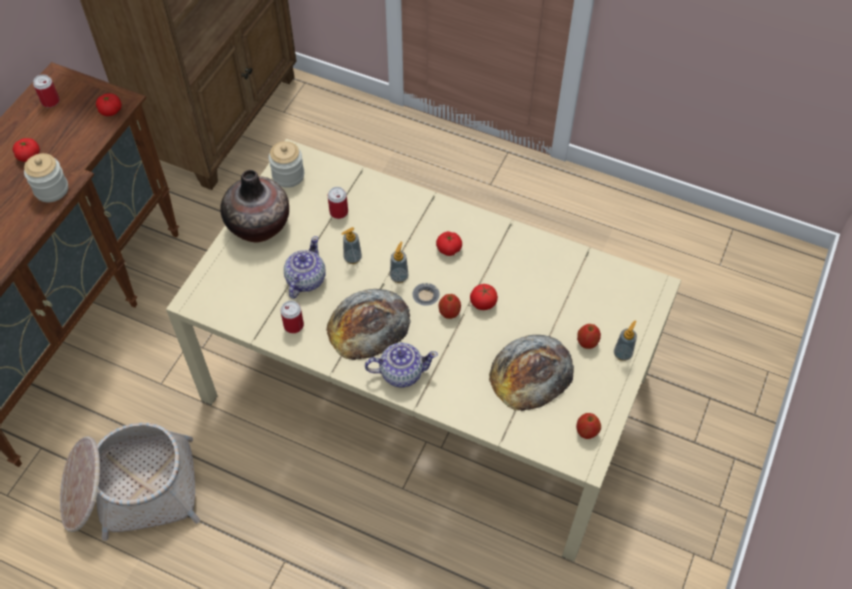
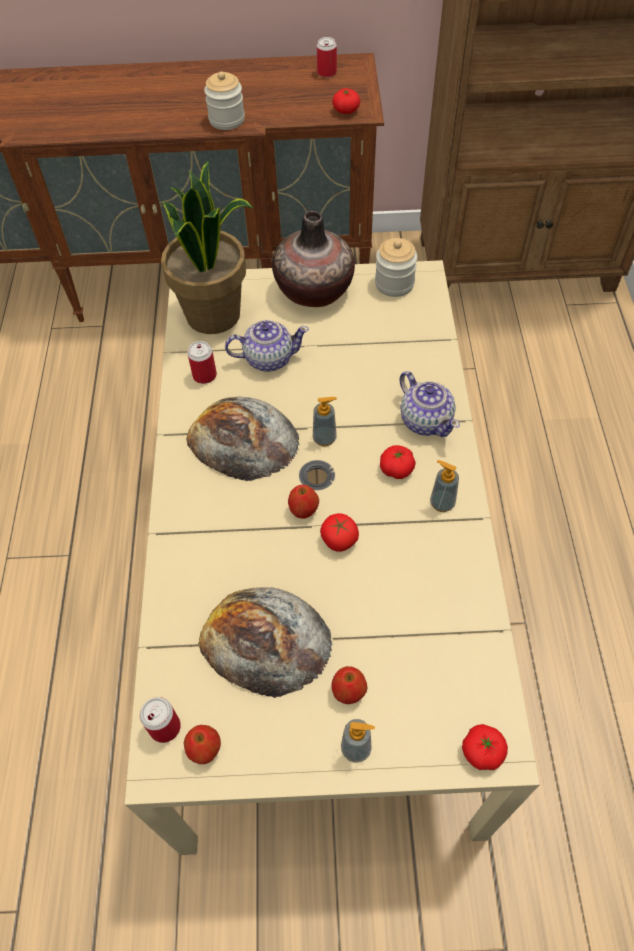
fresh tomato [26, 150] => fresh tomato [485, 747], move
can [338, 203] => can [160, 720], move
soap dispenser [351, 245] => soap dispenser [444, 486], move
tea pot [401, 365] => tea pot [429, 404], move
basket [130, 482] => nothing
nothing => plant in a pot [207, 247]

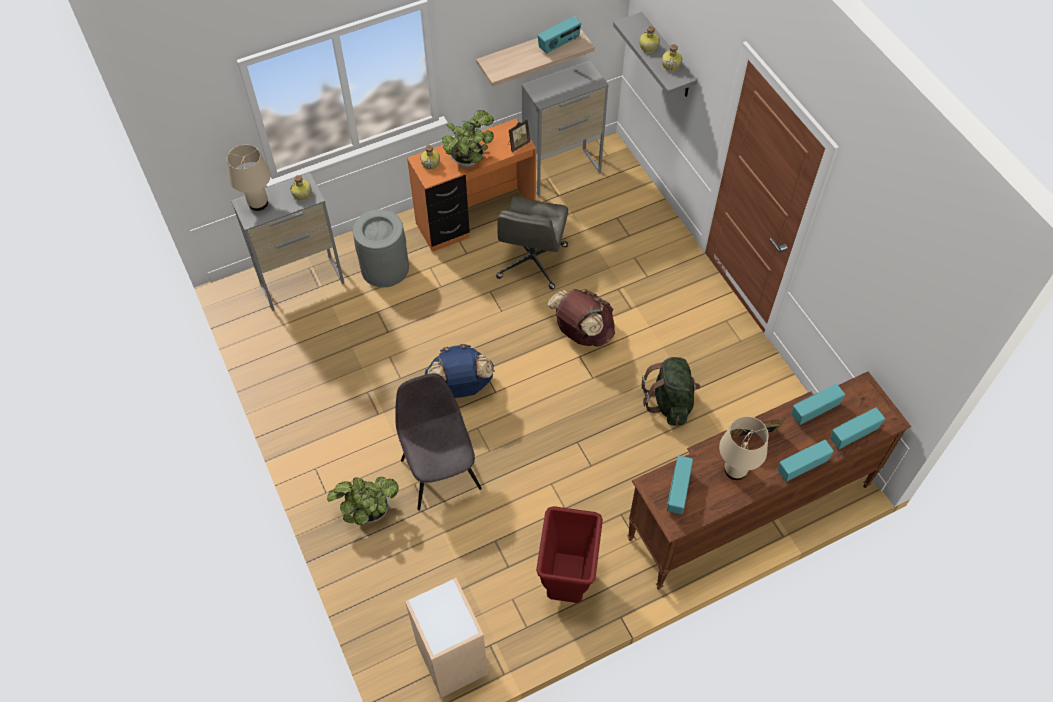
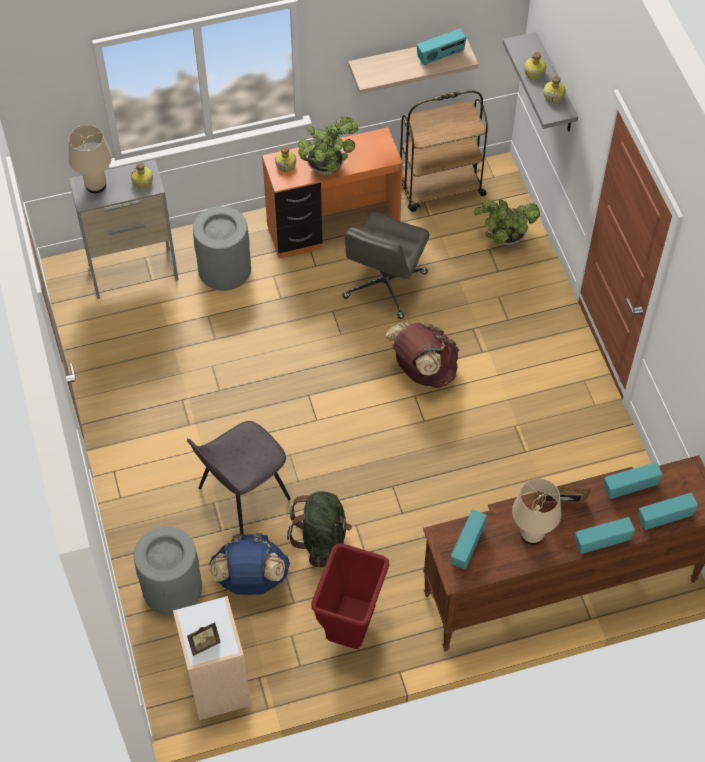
cupboard (gray) [565, 128] => cart (brown) [444, 151]
photo frame [519, 135] => photo frame [204, 638], move
rucksack (blue) [459, 371] => rucksack (blue) [249, 564], move
rucksack (green-coloured) [671, 391] => rucksack (green-coloured) [319, 529], move
upright chair (gray) [438, 441] => upright chair (gray) [239, 478], 120 degrees counterclockwise
plant in a pot [362, 501] => plant in a pot [507, 222], move
nothing => trash can (gray) [168, 570]

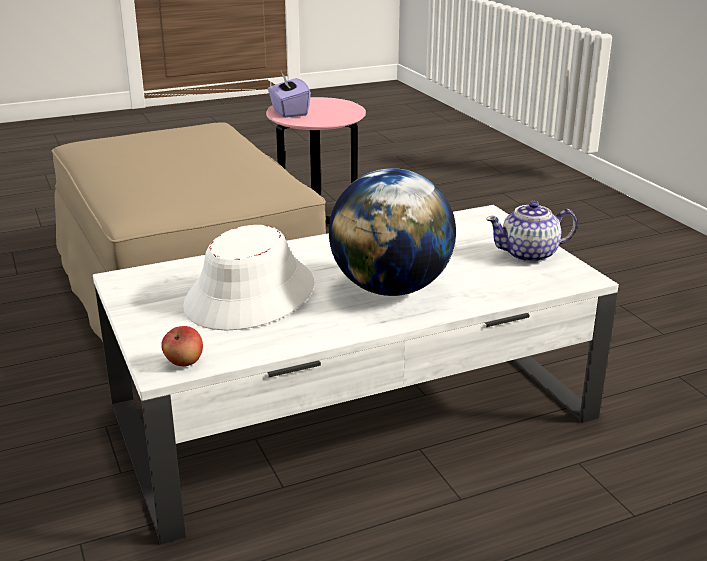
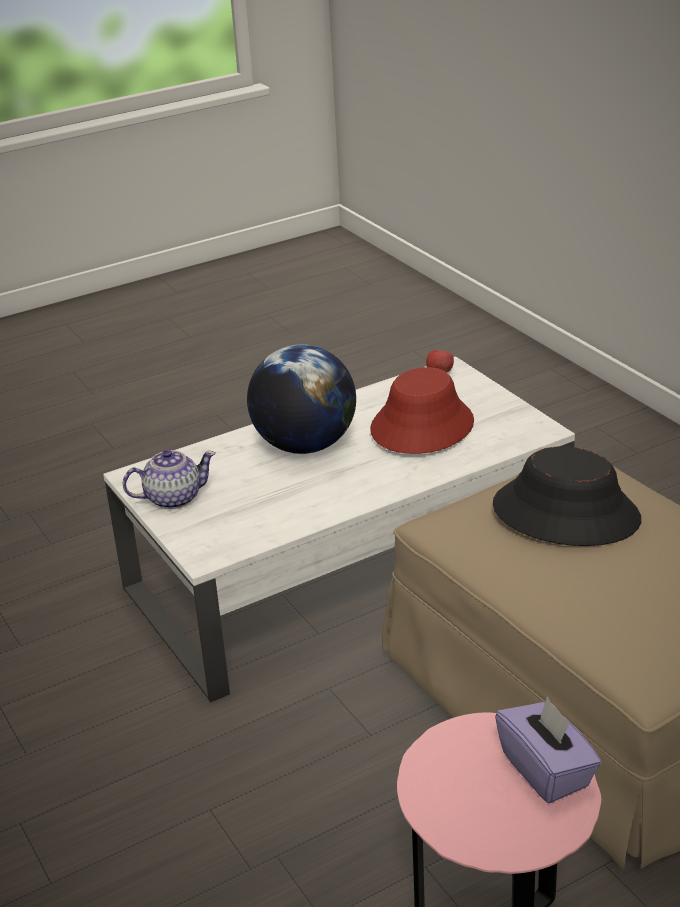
hat (white) [248, 277] => hat (reddish) [422, 410]
nothing => hat (black-coloured) [567, 496]

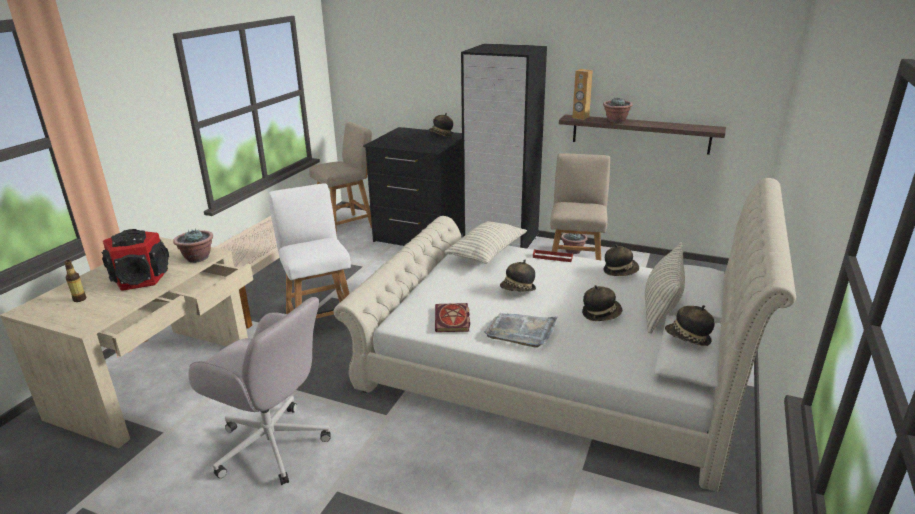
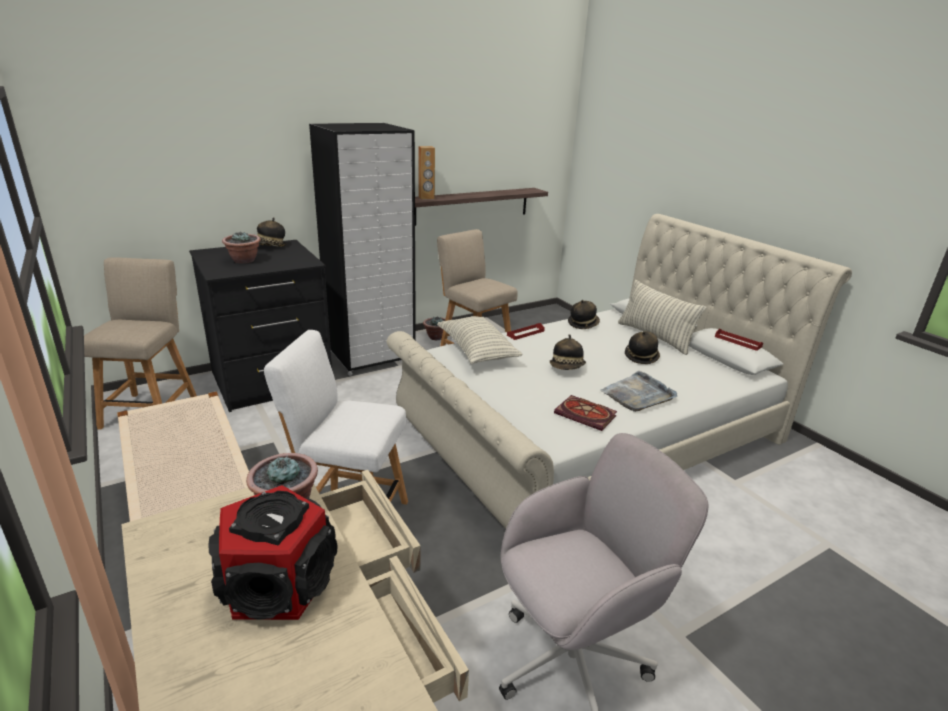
plant in a pot [618, 110] => plant in a pot [241, 248], move
bottle [75, 281] => nothing
hat [689, 325] => tray (reddish) [739, 339]

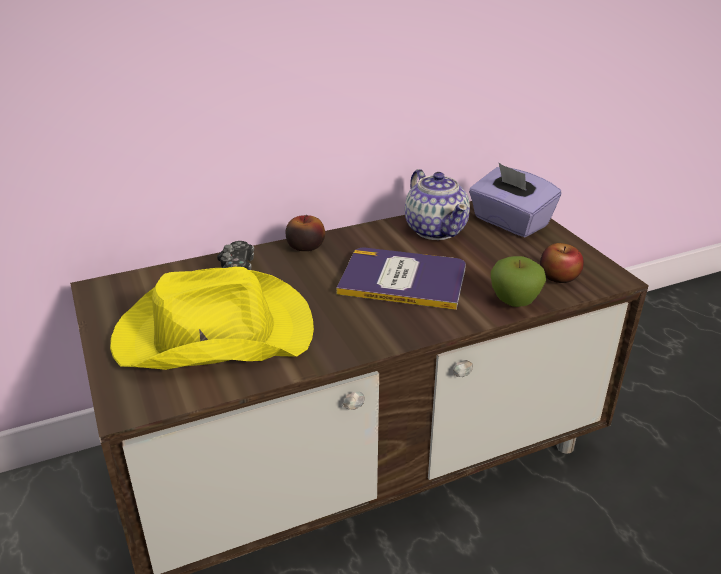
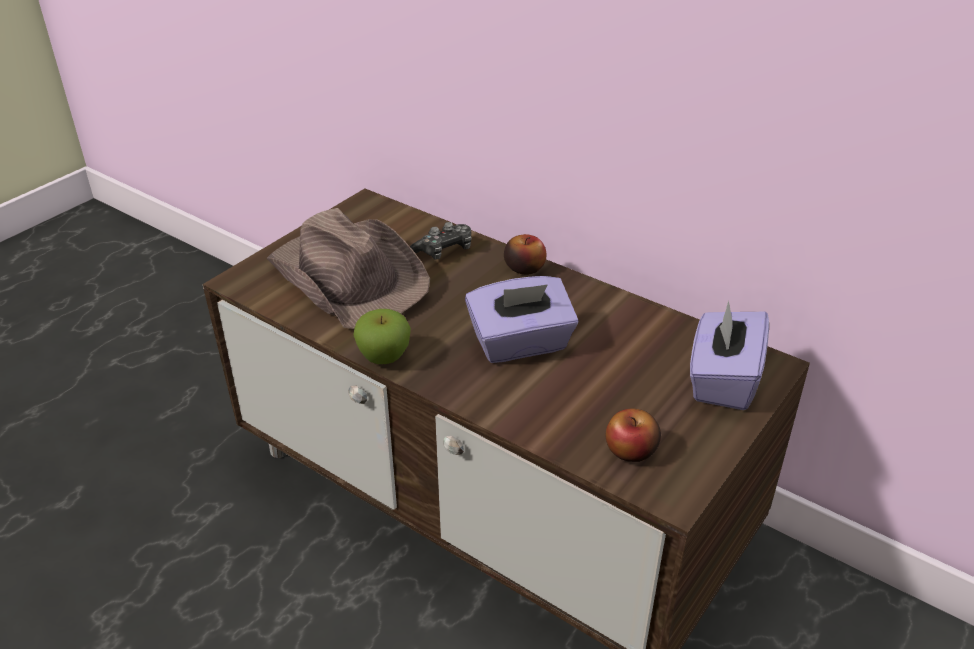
tea pot [437, 204] => nothing
volume [401, 279] => tissue holder (purplish) [521, 319]
apple fruit [518, 281] => apple fruit [382, 336], move
hat (yellow) [212, 318] => hat (brown) [348, 268]

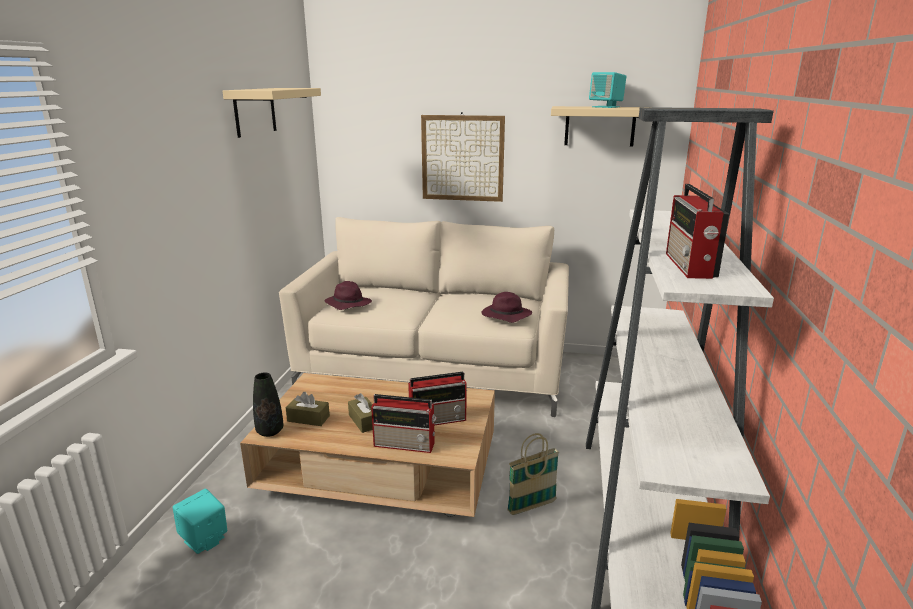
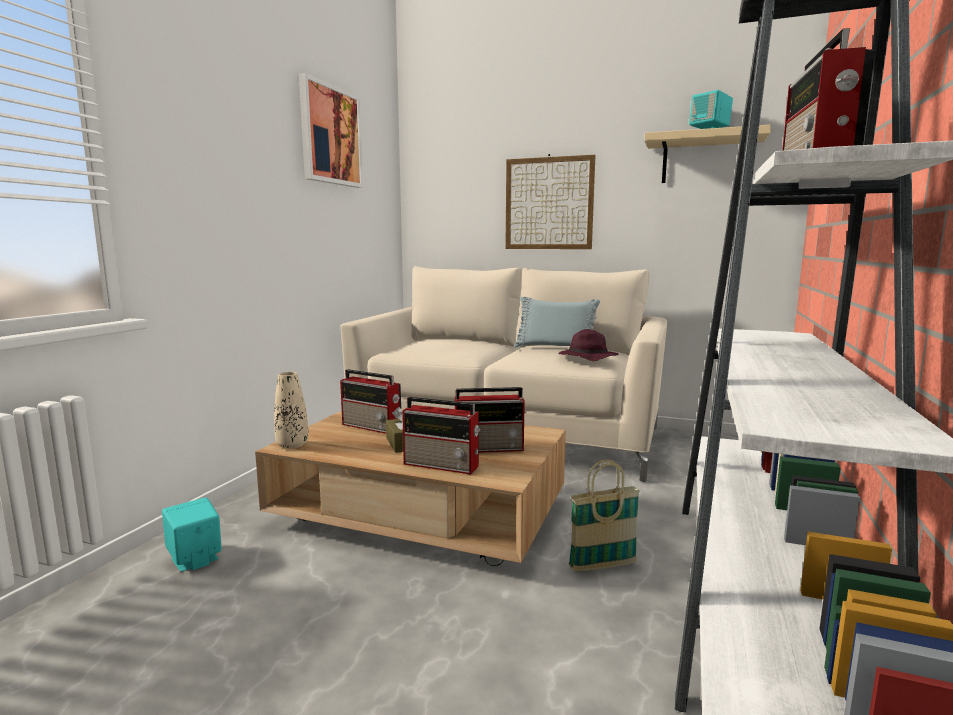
shelf (beige-coloured) [271, 113] => picture [331, 130]
hat (purplish) [348, 295] => nothing
decorative vase (black-coloured) [268, 404] => decorative vase (beige-coloured) [291, 410]
tissue holder (brown) [308, 409] => nothing
nothing => throw pillow (blue) [557, 322]
nothing => radio set [370, 401]

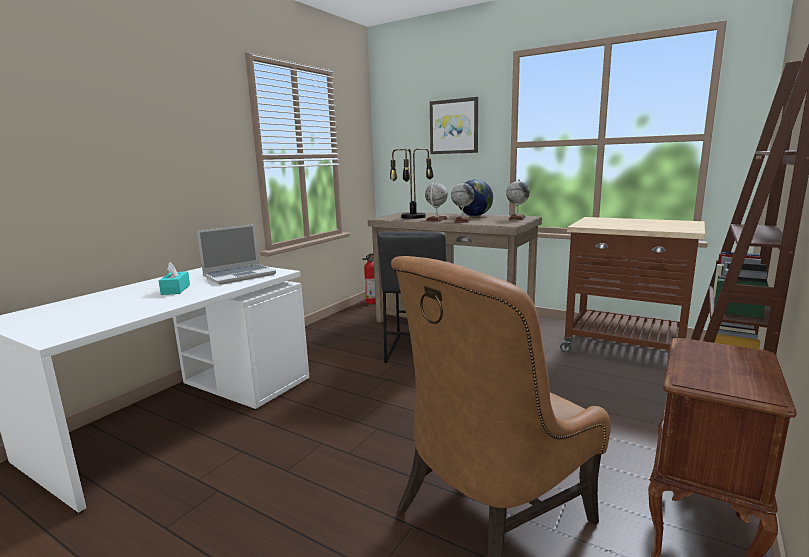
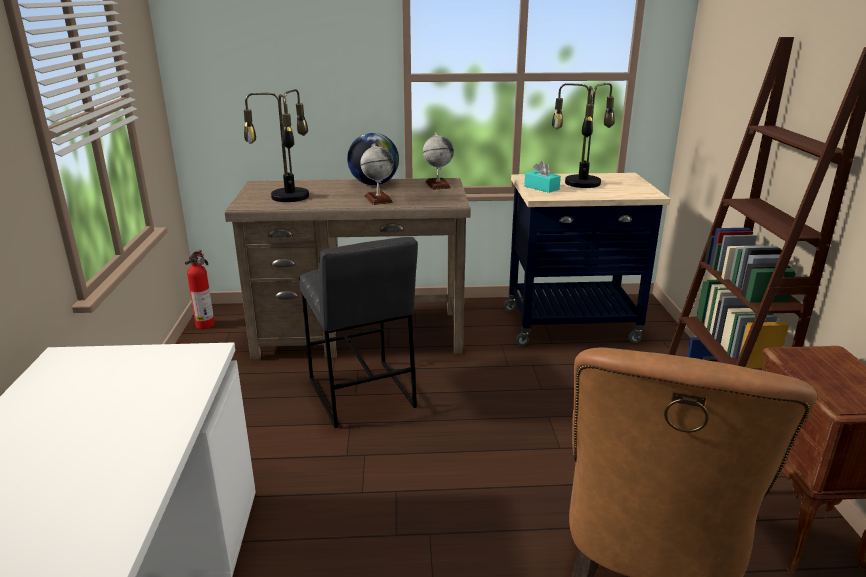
picture [454, 125] => nothing
desk globe [436, 201] => nothing
cart (brown) [632, 285] => cart (blue) [587, 259]
laptop [236, 254] => nothing
tissue holder (blue-green) [174, 278] => tissue holder (blue-green) [542, 177], move
nothing => lamp for a table [583, 135]

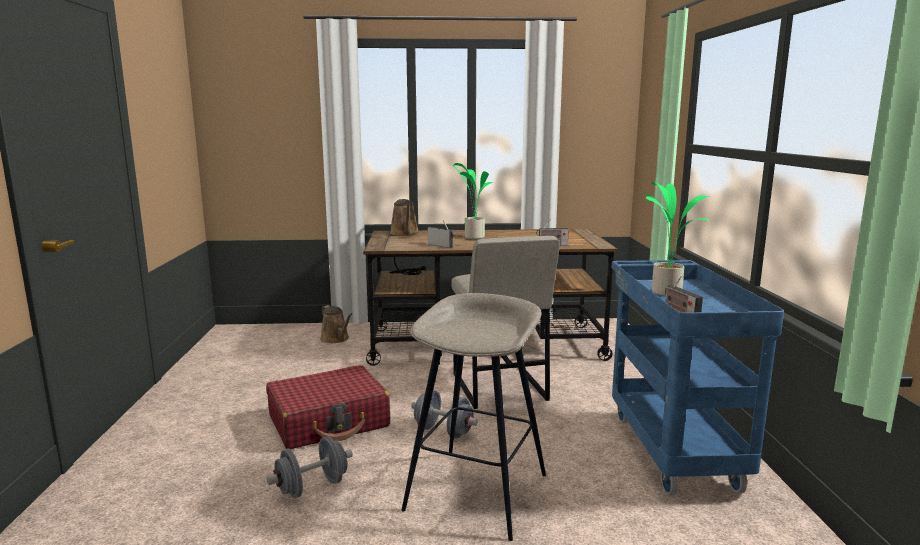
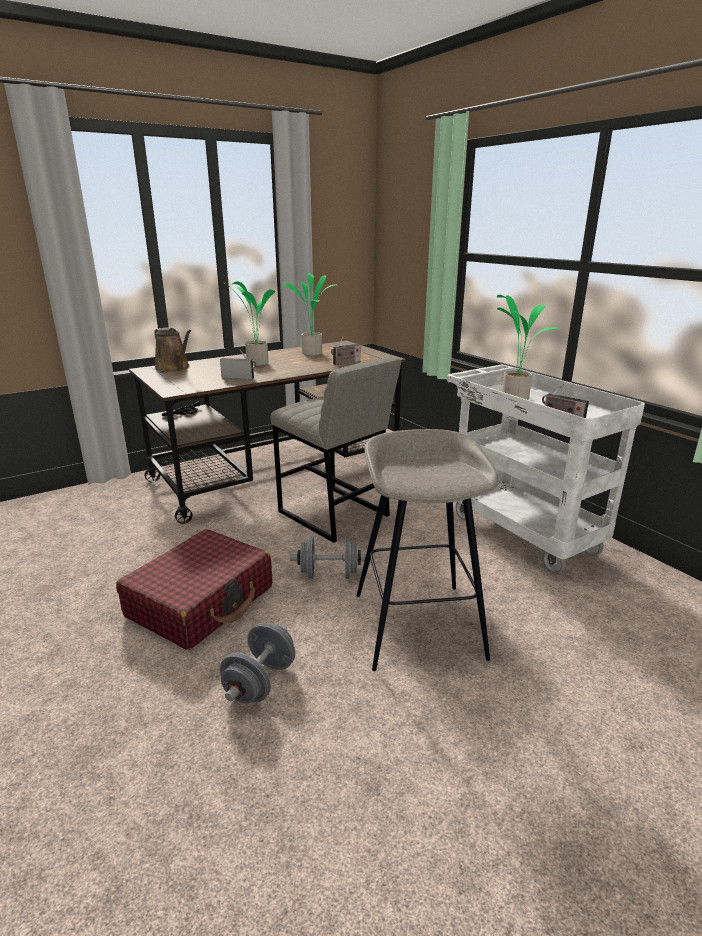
cart (blue) [698, 378] => cart (white) [546, 469]
watering pot (brown) [336, 324] => nothing
nothing => plant in a pot [309, 314]

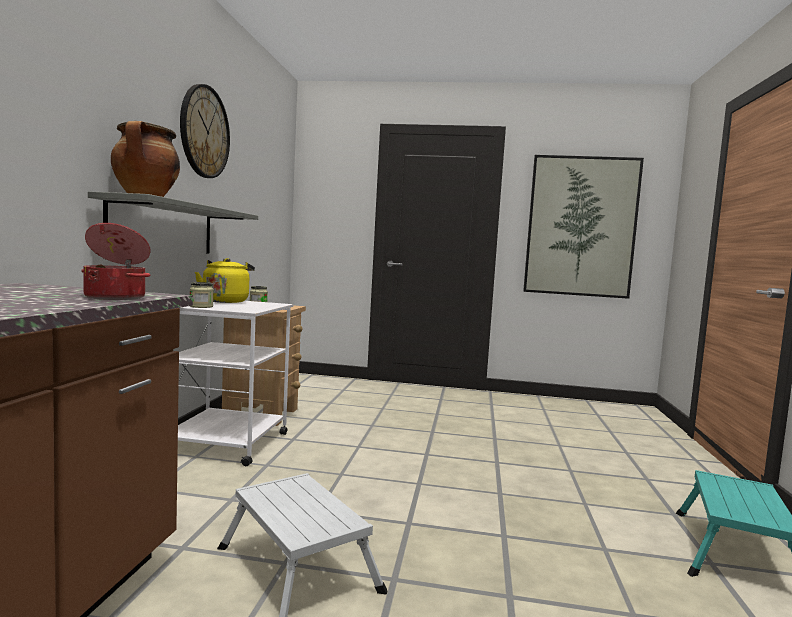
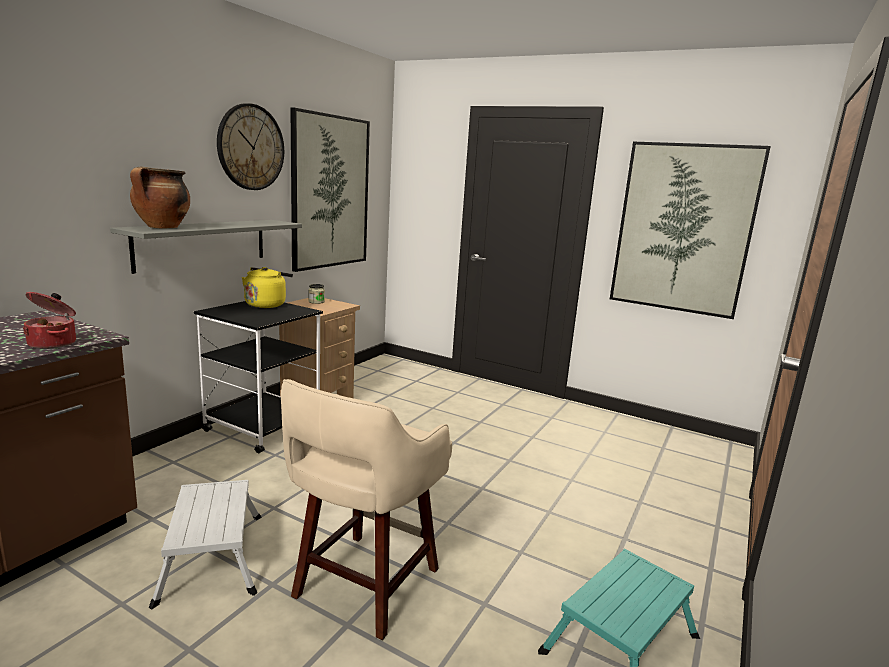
storage jar [202, 295] => nothing
cart (white) [235, 383] => cart (black-coloured) [258, 377]
nothing => picture [330, 190]
nothing => stool (beige-coloured) [366, 509]

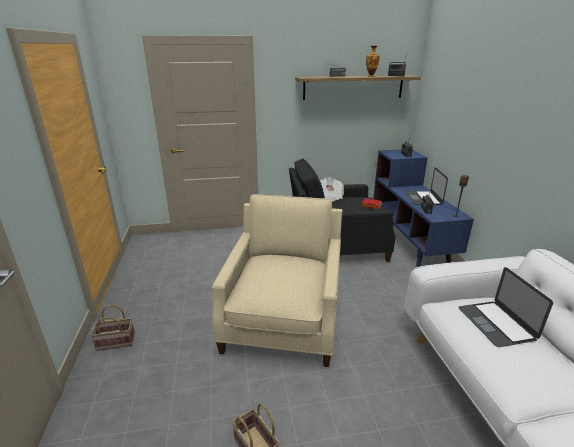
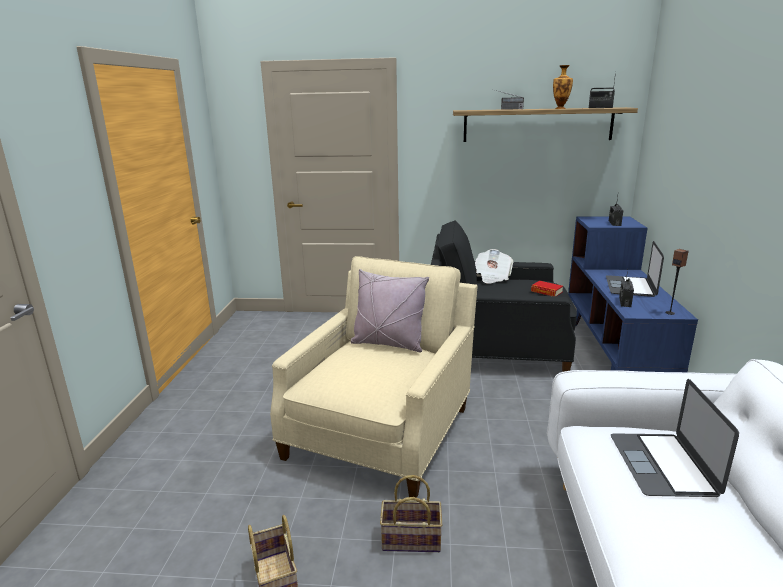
basket [113, 328] => basket [411, 513], move
nothing => throw pillow (purplish) [389, 311]

